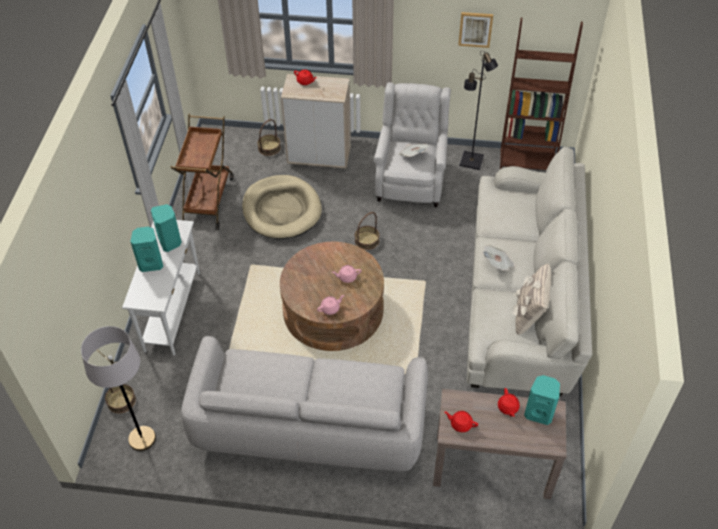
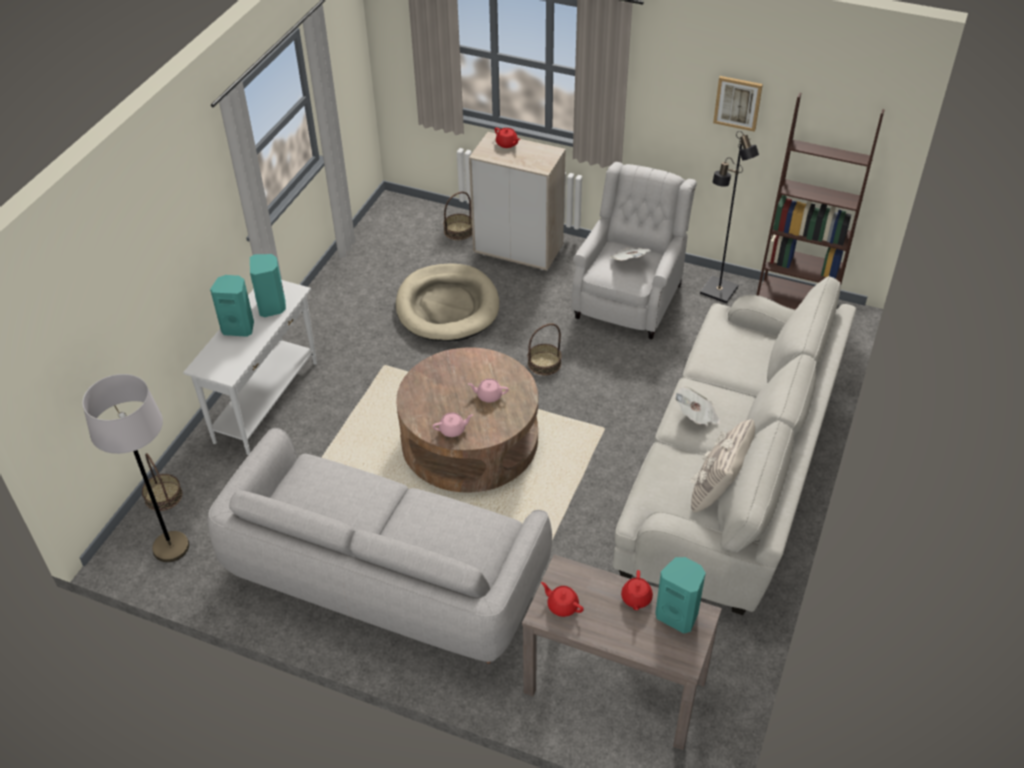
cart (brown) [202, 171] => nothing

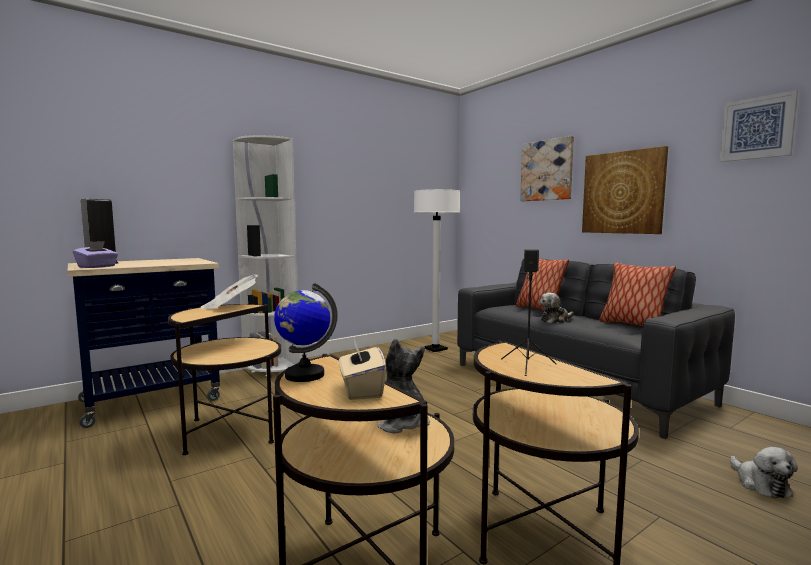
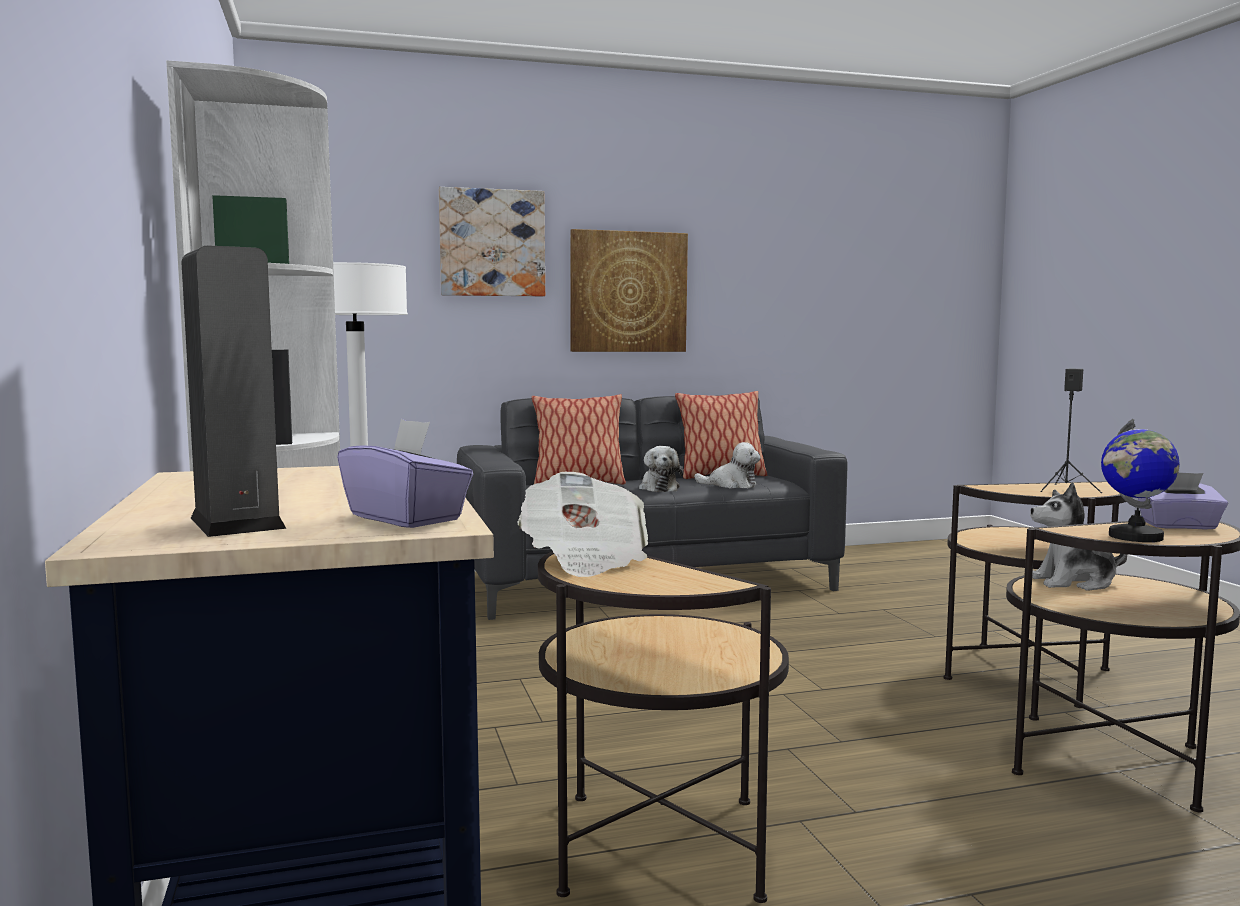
picture [758, 126] => nothing
tissue holder (beige-coloured) [362, 369] => tissue holder (purplish) [1183, 501]
cuddly toy [764, 472] => cuddly toy [727, 465], move

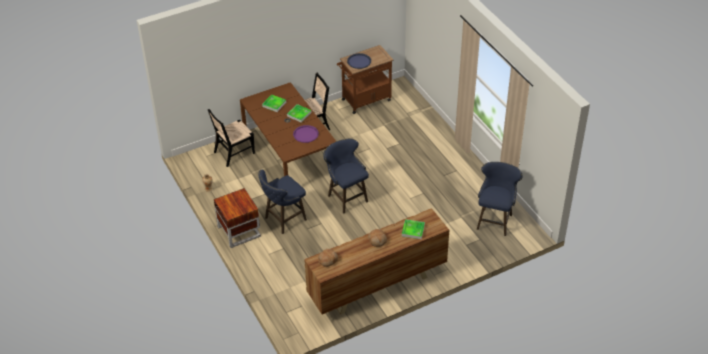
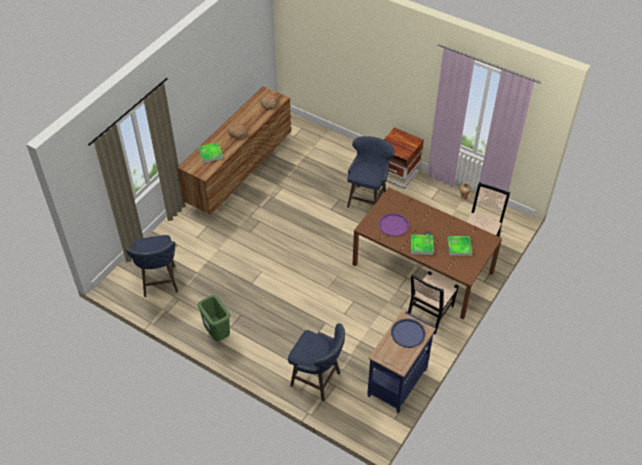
cart (brown) [365, 79] => cart (blue) [401, 362]
stool (blue) [346, 176] => stool (blue) [316, 362], move
nothing => trash can (green-coloured) [214, 318]

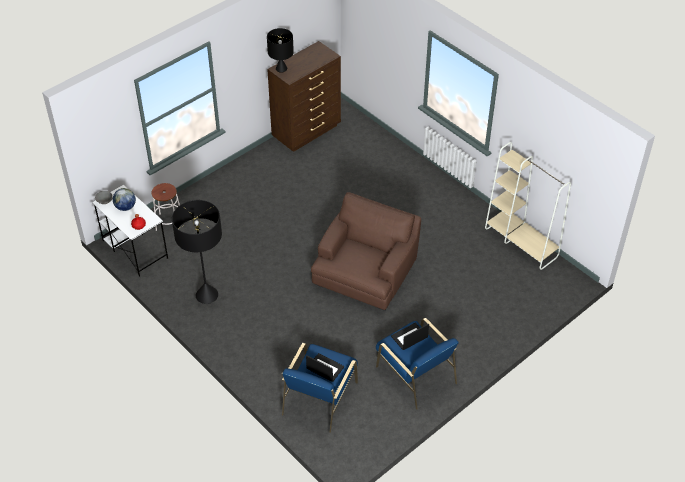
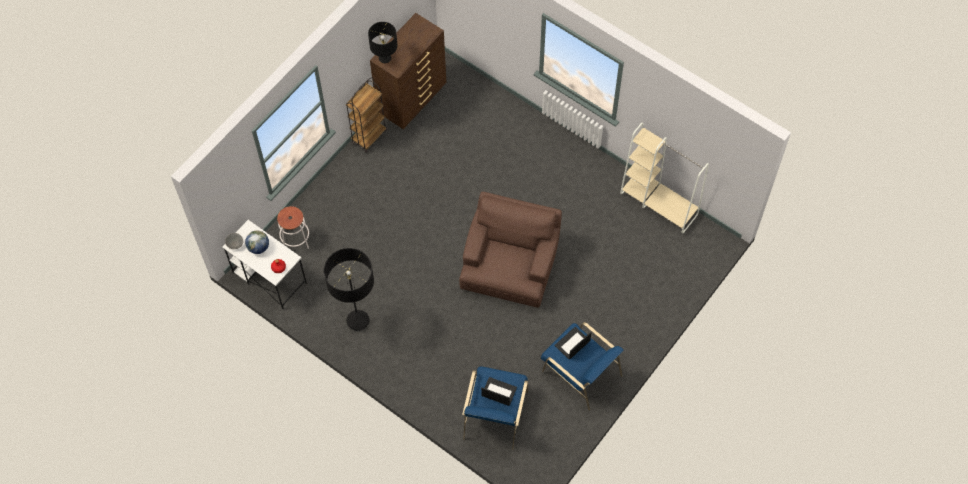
nothing => cart (brown) [367, 115]

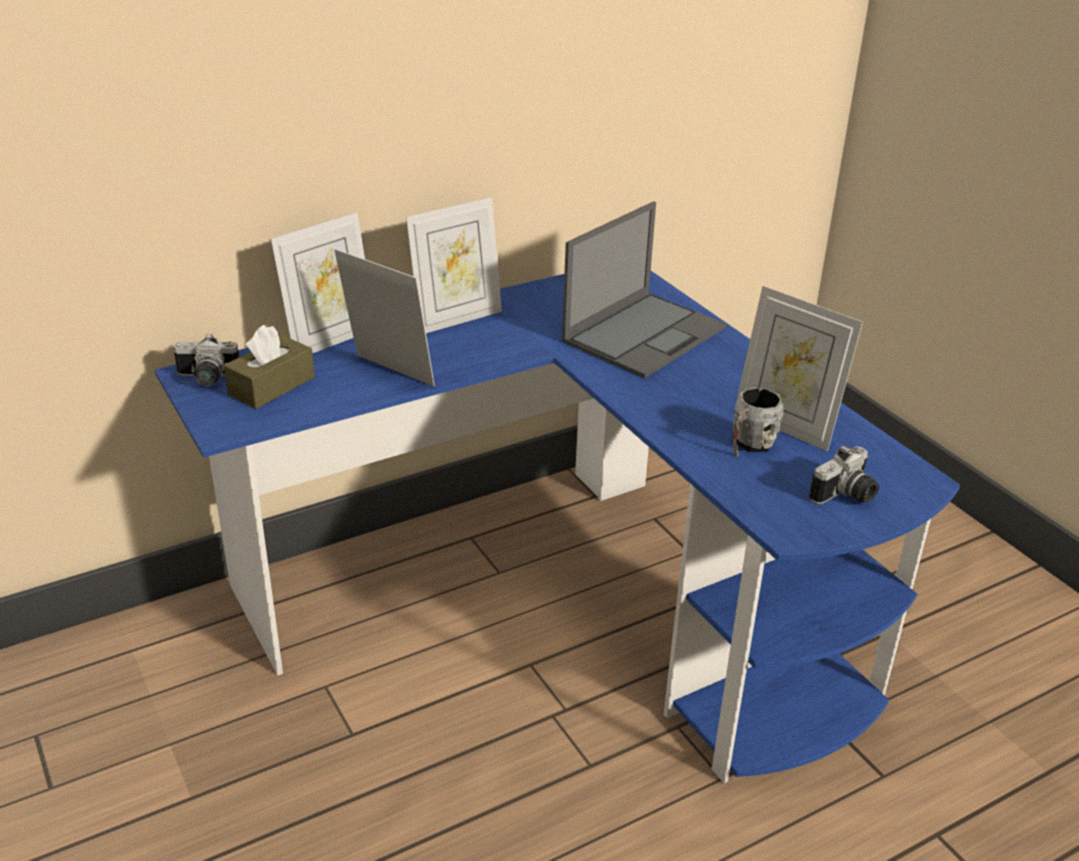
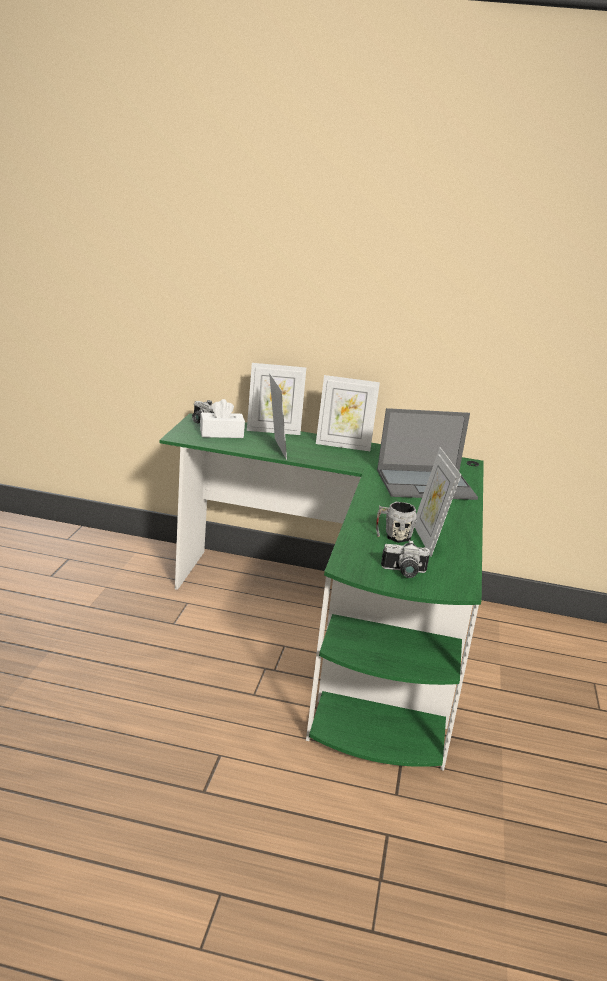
desk (blue) [557, 527] => desk (green-coloured) [321, 592]
tissue holder (brown) [269, 367] => tissue holder (white) [222, 418]

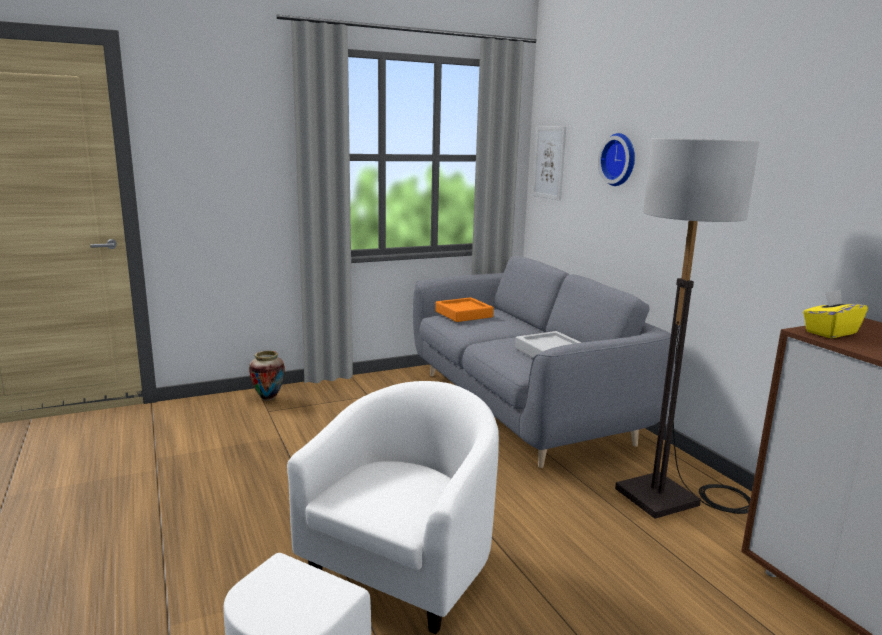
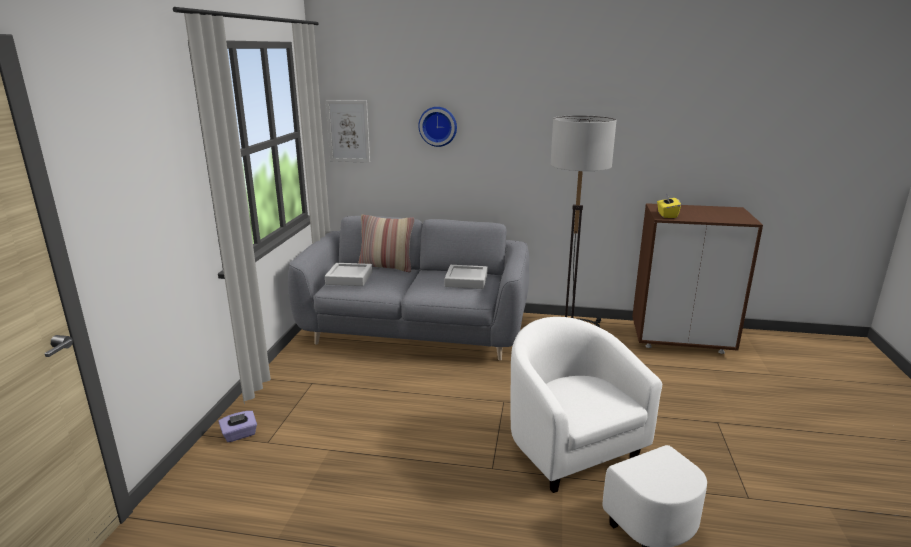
tray (orange) [464, 309] => tray (gray) [349, 274]
decorative vase [267, 376] => tissue holder (purplish) [238, 426]
nothing => throw pillow [386, 243]

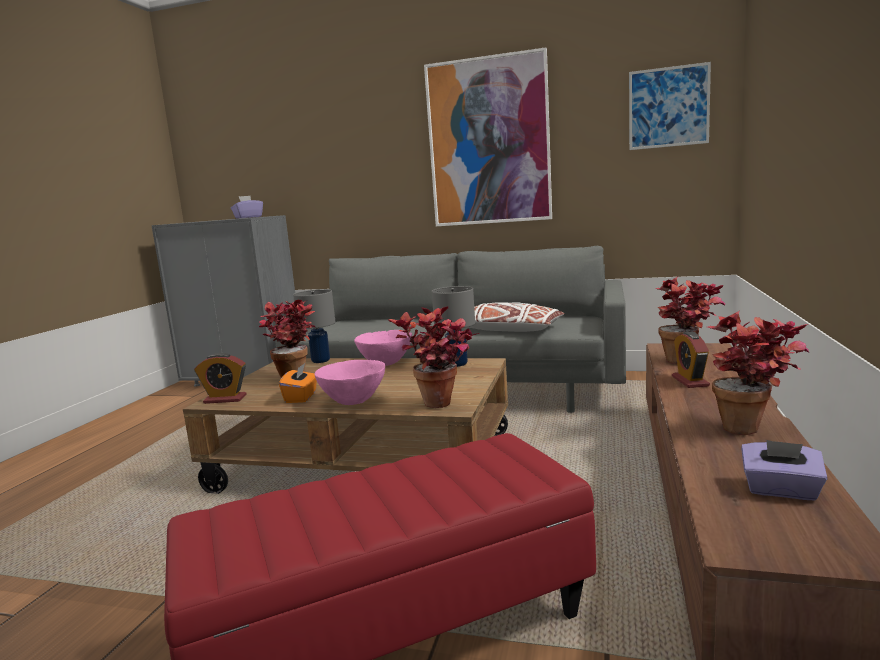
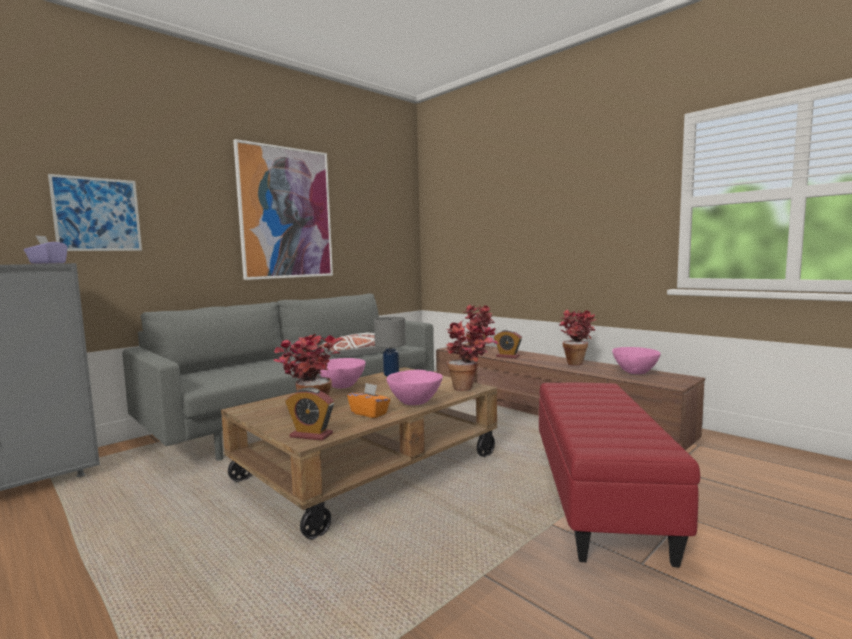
picture [670, 106] => picture [95, 212], move
lamp for a table (gray) [314, 326] => nothing
bedside clock [220, 378] => bedside clock [309, 414], 75 degrees clockwise
tissue holder (purplish) [784, 470] => deep dish (pink) [636, 360]

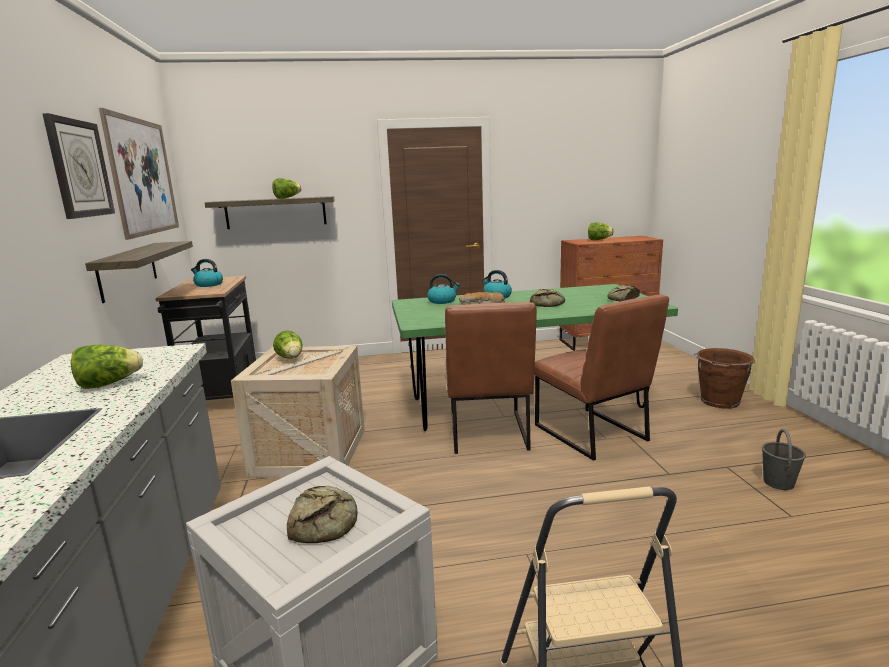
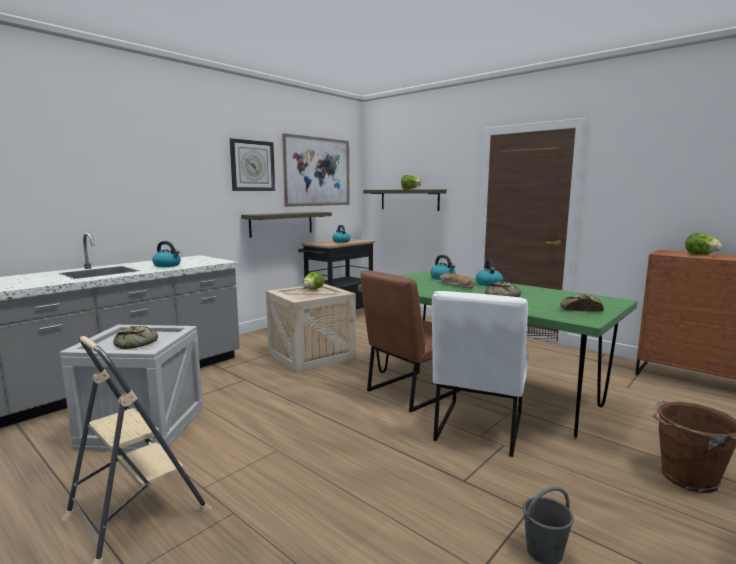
upright chair (brown) [601, 378] => upright chair (white) [480, 374]
lettuce [107, 367] => kettle [166, 254]

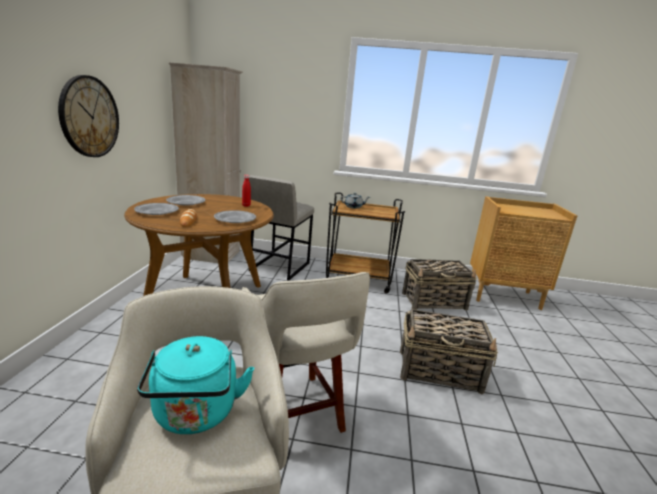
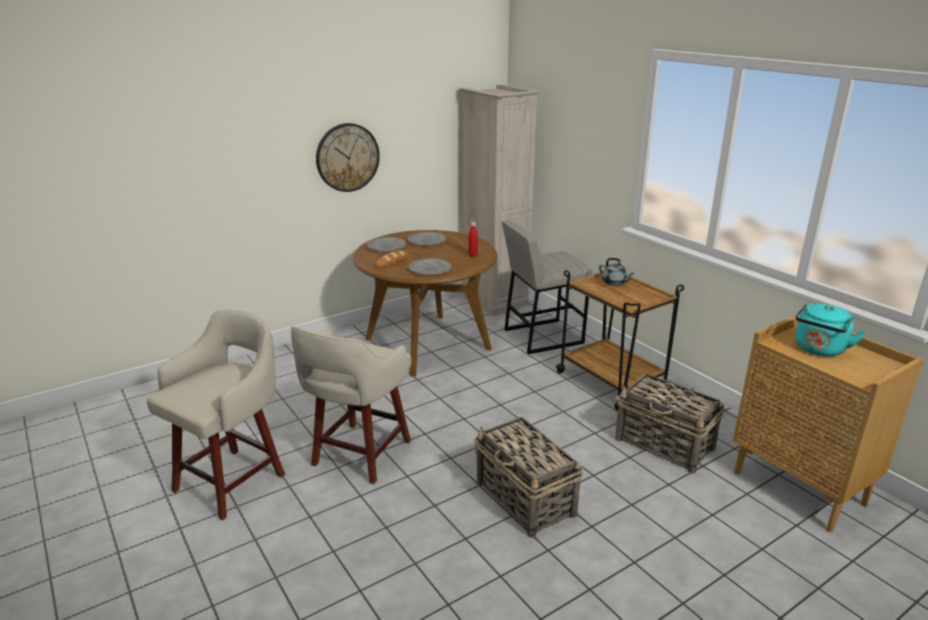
kettle (blue-green) [195, 385] => kettle (blue-green) [830, 329], move

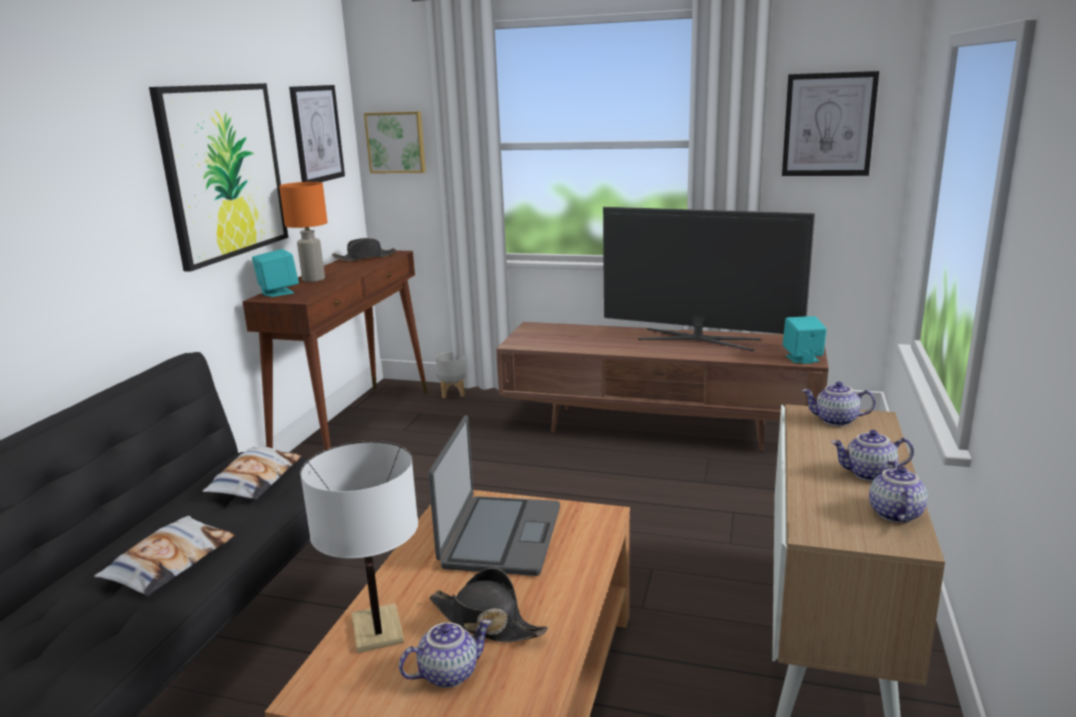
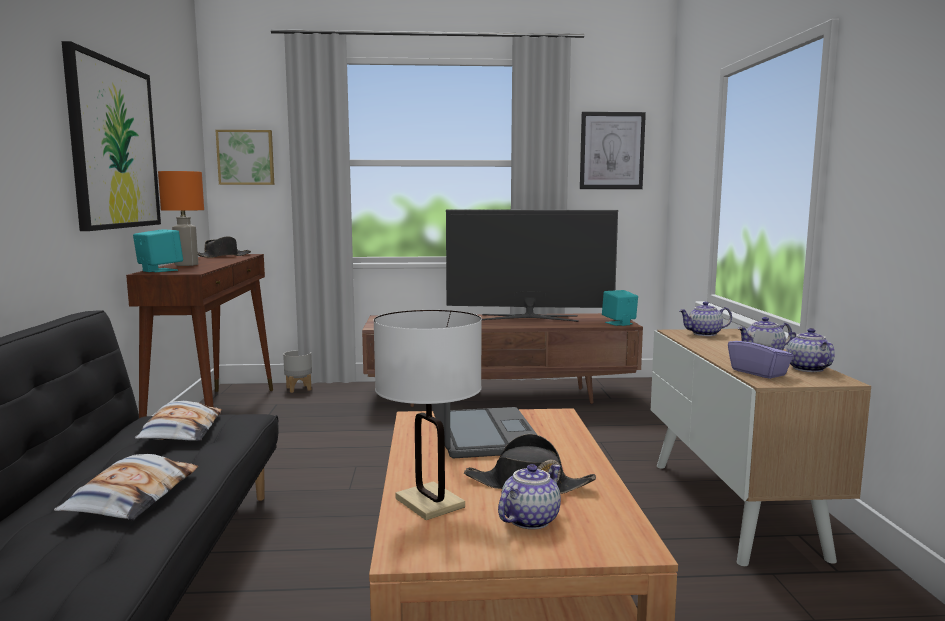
picture [317, 133] => nothing
nothing => tissue holder (purplish) [761, 354]

